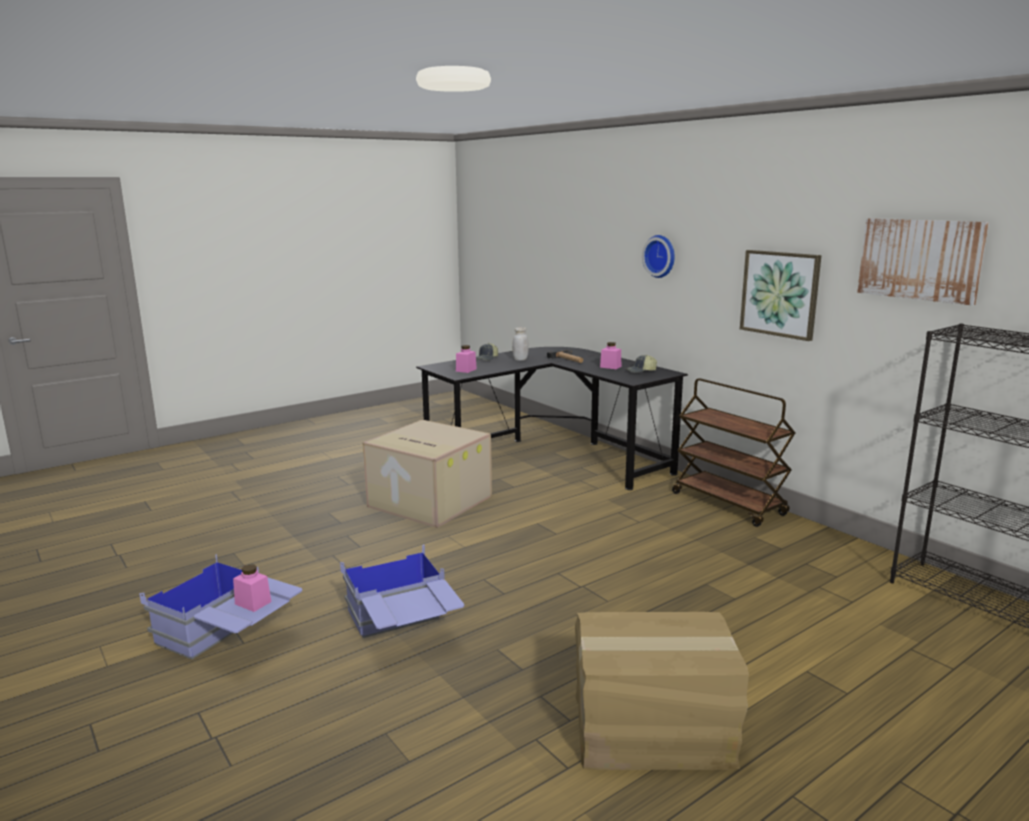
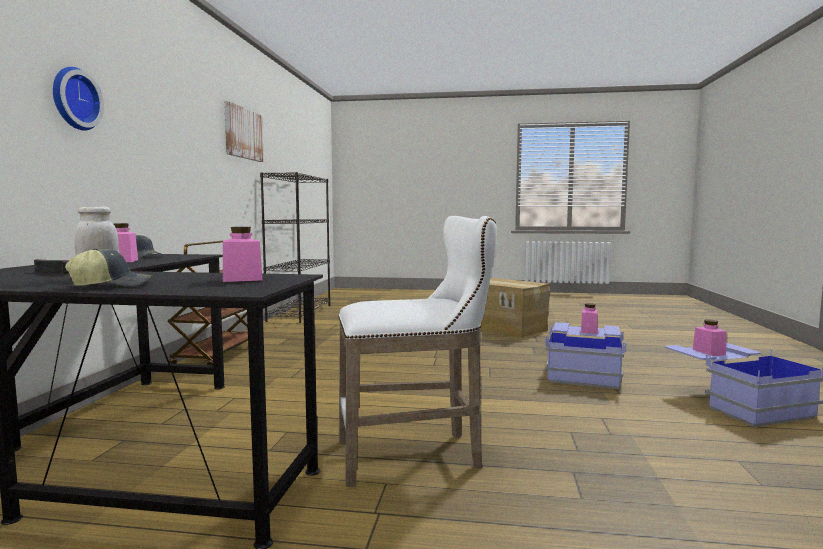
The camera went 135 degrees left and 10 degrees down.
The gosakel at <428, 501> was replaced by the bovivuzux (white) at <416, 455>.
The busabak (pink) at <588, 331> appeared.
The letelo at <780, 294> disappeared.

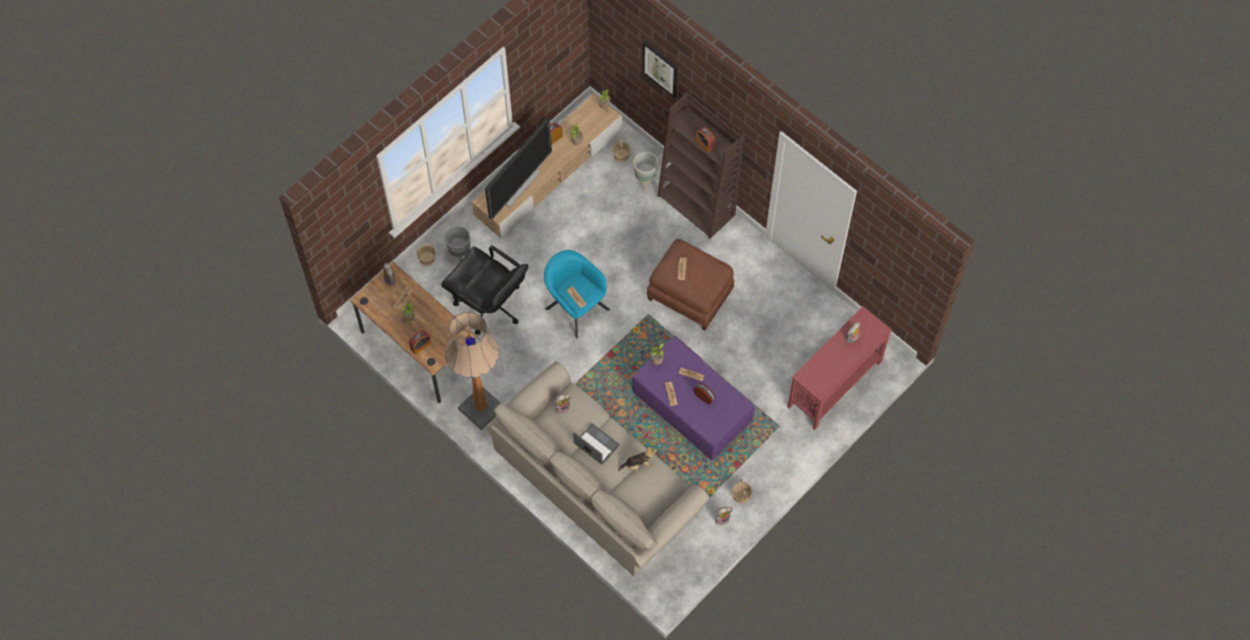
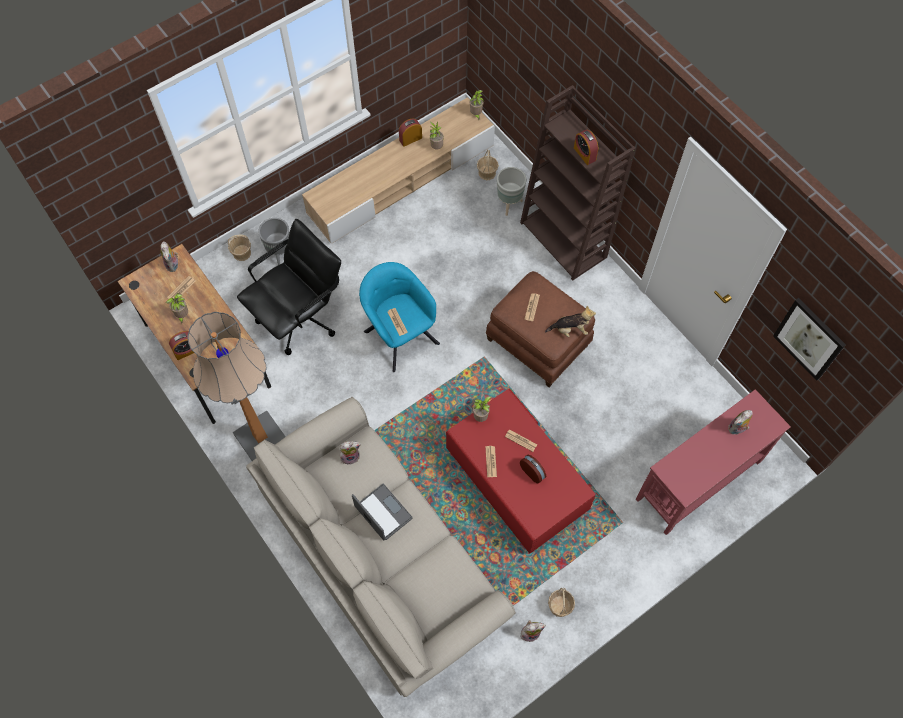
The camera went 10 degrees right and 0 degrees up.
The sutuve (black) at <489, 306> turned 90 degrees counterclockwise.
The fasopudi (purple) at <691, 407> became the fasopudi (red) at <516, 480>.
The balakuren moved from <638, 465> to <570, 329>.
The letelo moved from <661, 68> to <809, 338>.
The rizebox at <518, 186> disappeared.

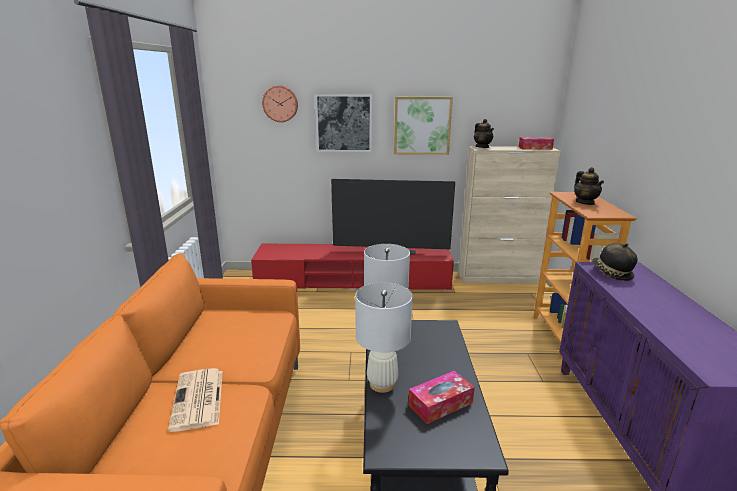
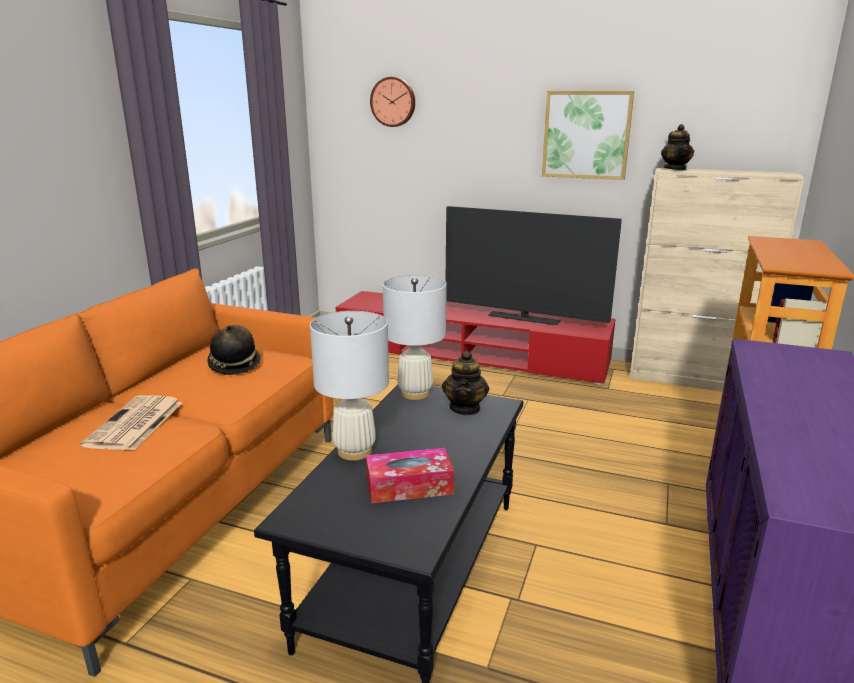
The camera went 20 degrees right and 0 degrees up.
The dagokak moved from <611, 273> to <234, 365>.
The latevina moved from <585, 203> to <465, 408>.
The letelo at <344, 123> disappeared.
The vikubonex at <535, 148> disappeared.

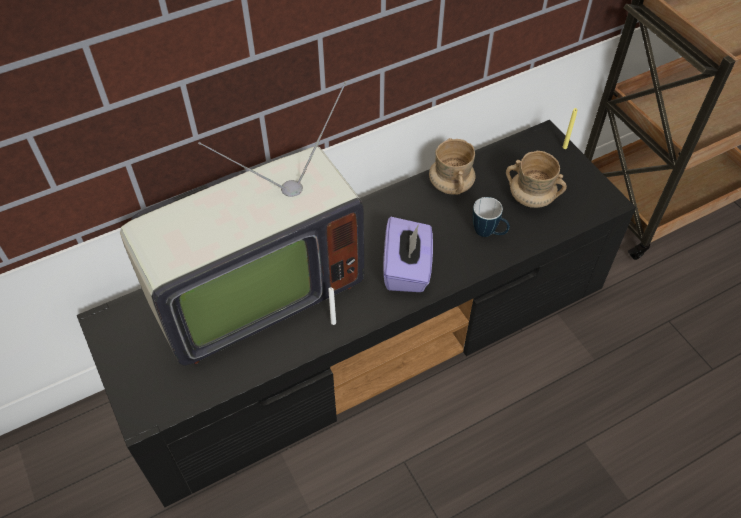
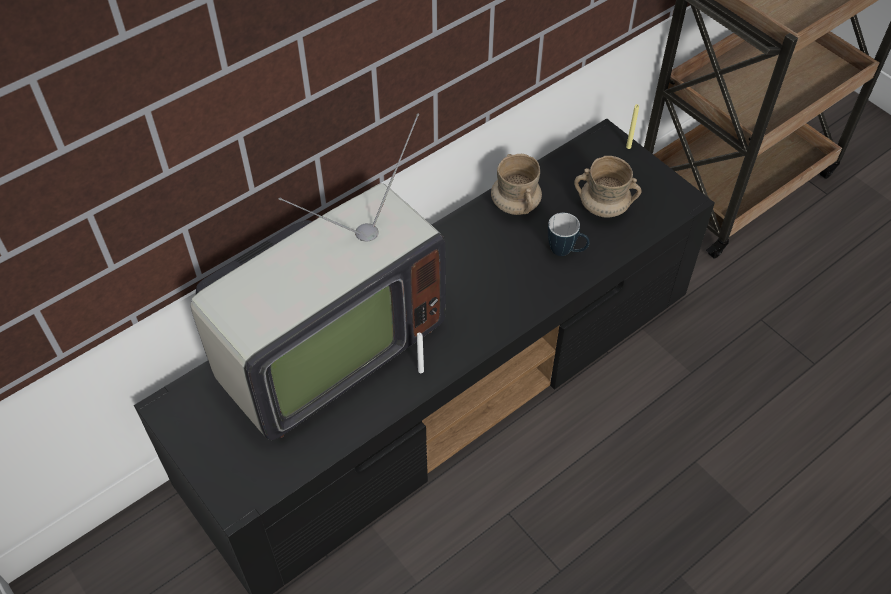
The camera went 10 degrees left and 0 degrees up.
The vikubonex (purple) at <407, 269> disappeared.

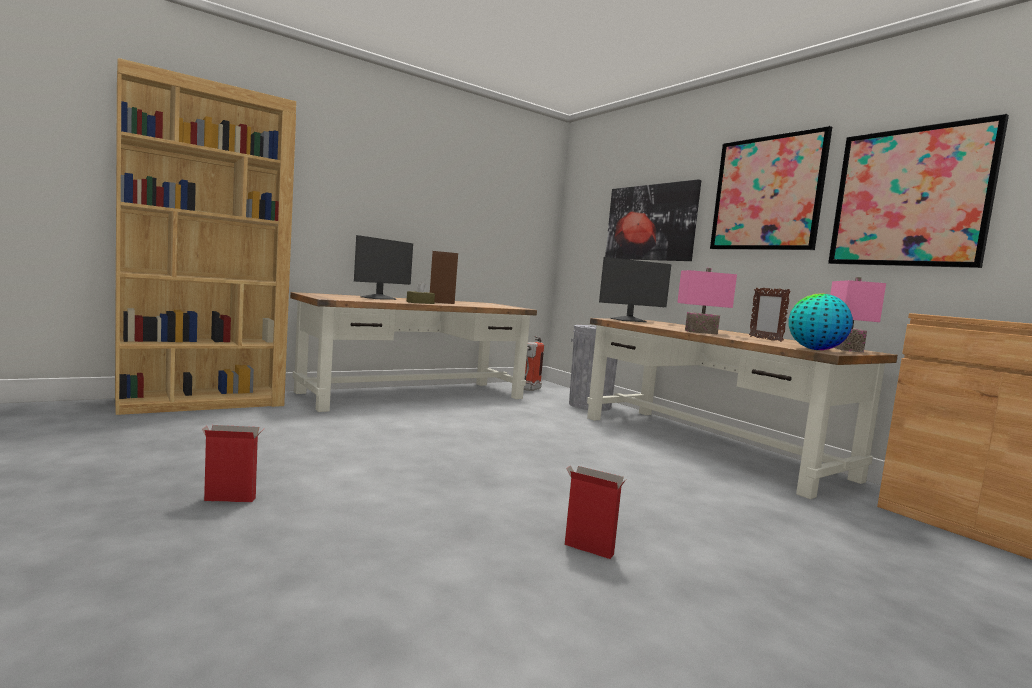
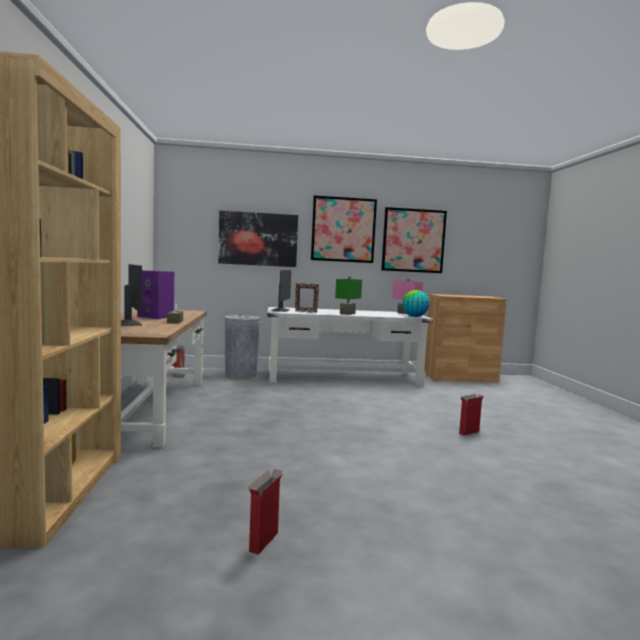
The camera went 60 degrees left and 0 degrees up.
The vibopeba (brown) at <442, 302> became the vibopeba (purple) at <156, 317>.
The gosakel moved from <231, 499> to <264, 541>.
The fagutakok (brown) at <709, 446> became the fagutakok (white) at <343, 377>.
The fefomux moved from <765, 339> to <306, 312>.
The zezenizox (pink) at <701, 332> became the zezenizox (green) at <348, 314>.

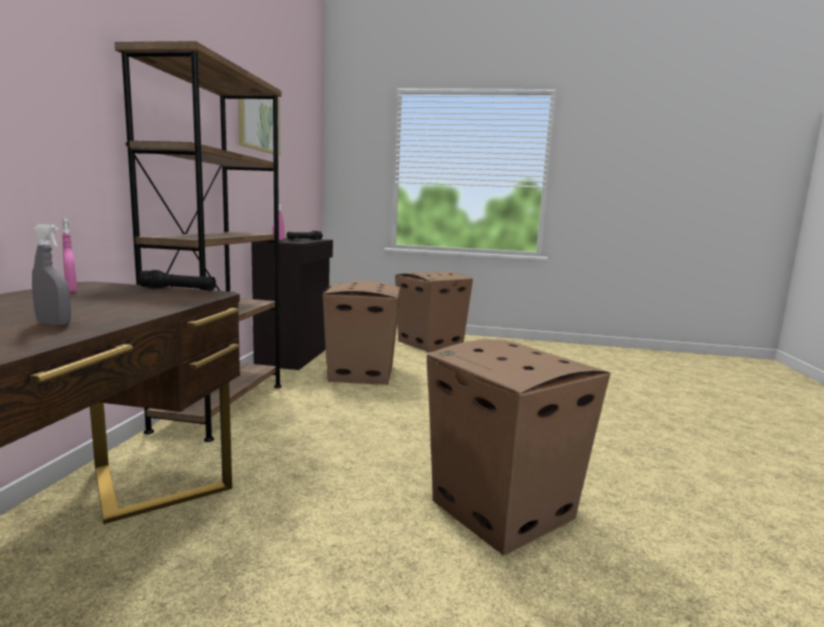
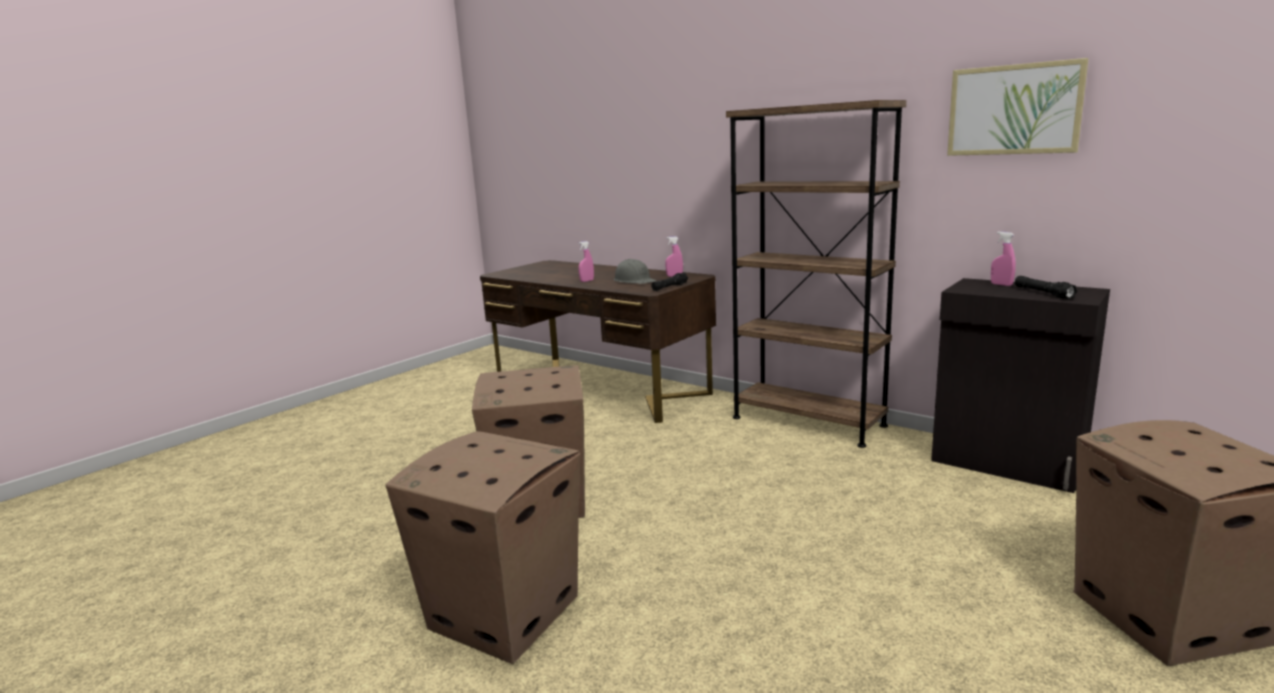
The camera went 120 degrees right and 5 degrees up.
The gosakel moved from <361, 374> to <502, 612>.
The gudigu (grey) at <54, 324> became the gudigu (pink) at <587, 281>.
The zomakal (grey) at <634, 281> appeared.

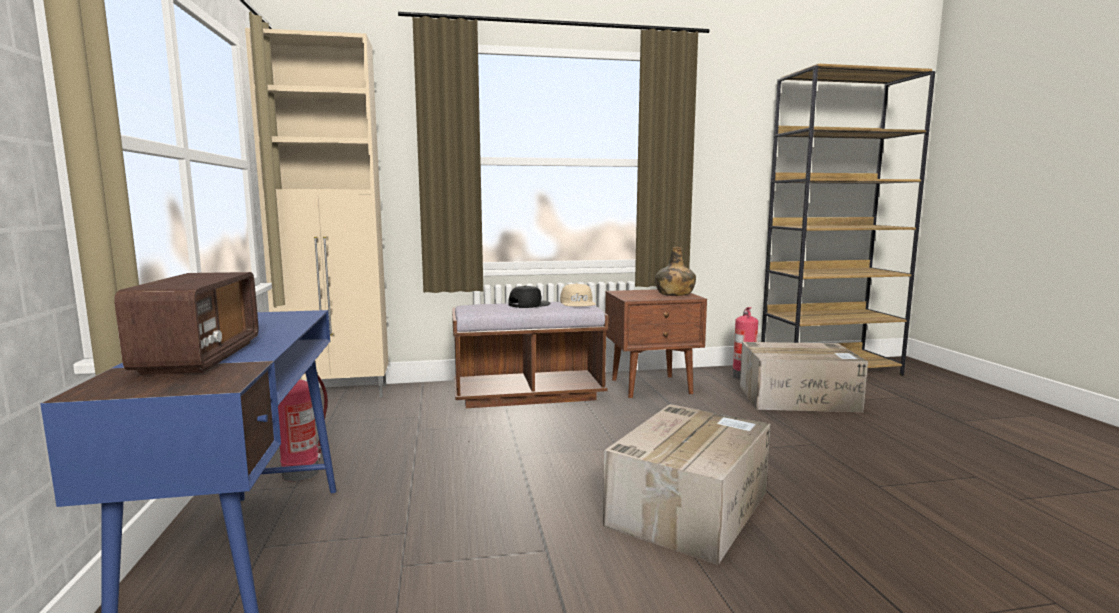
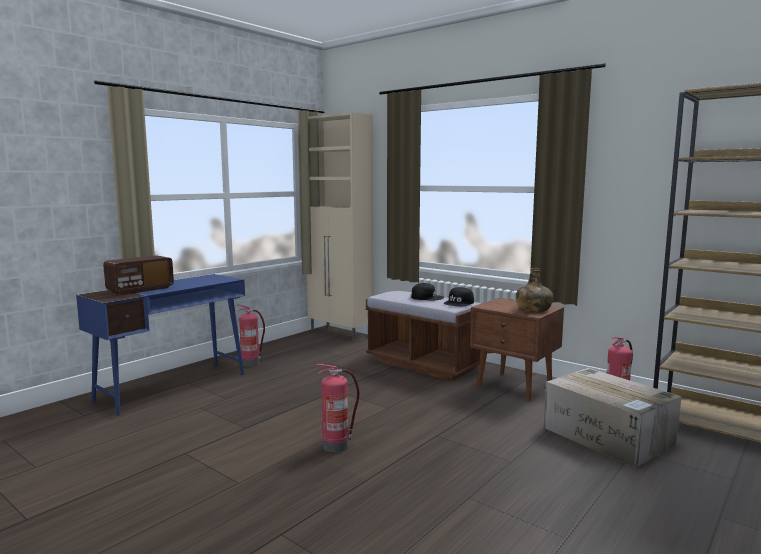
The camera went 50 degrees right and 0 degrees up.
The gosakel at <689, 507> was replaced by the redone at <337, 446>.
The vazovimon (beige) at <578, 303> became the vazovimon (black) at <459, 303>.

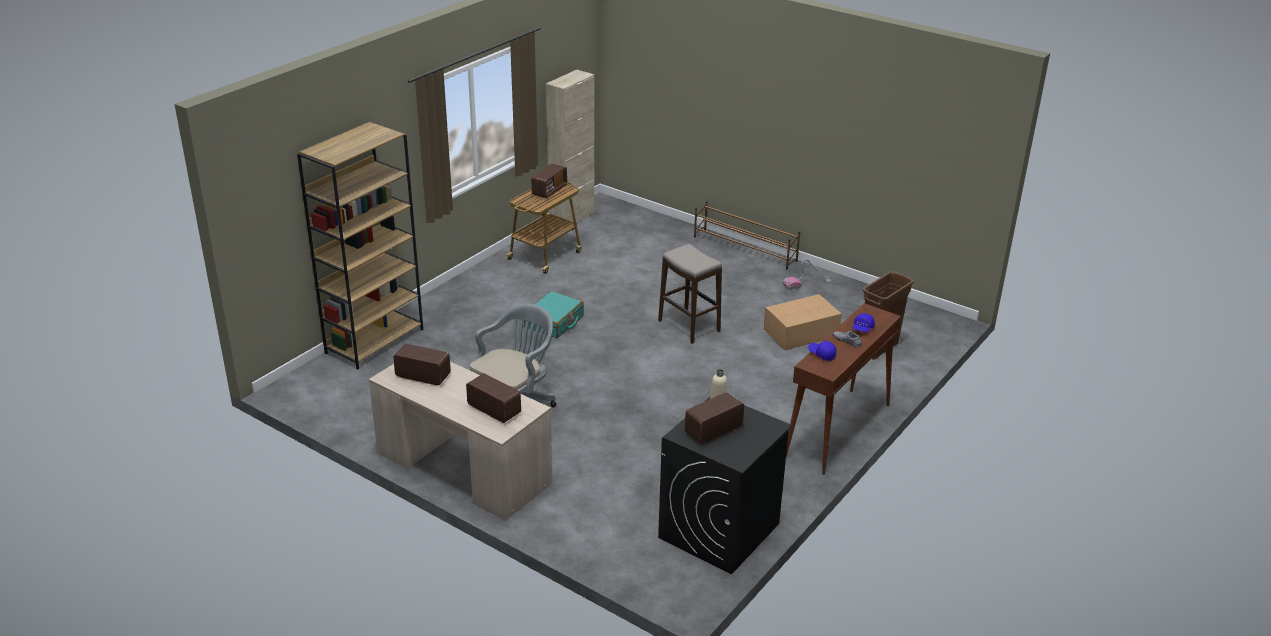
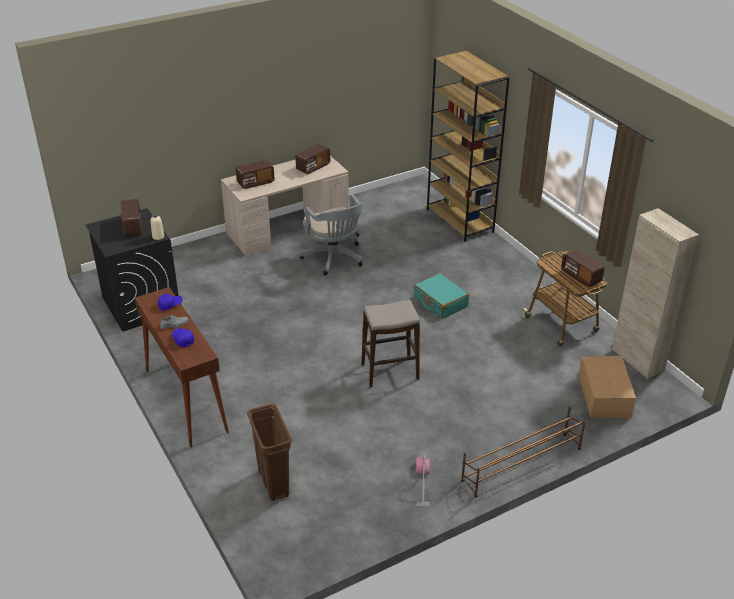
The camera went 115 degrees right and 5 degrees up.
The gosakel moved from <802, 333> to <604, 397>.

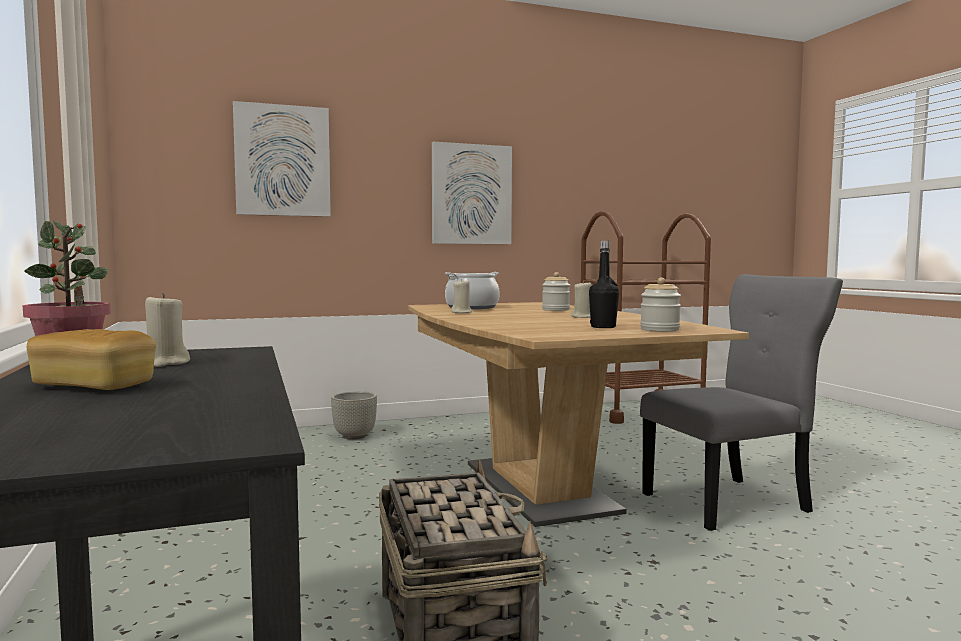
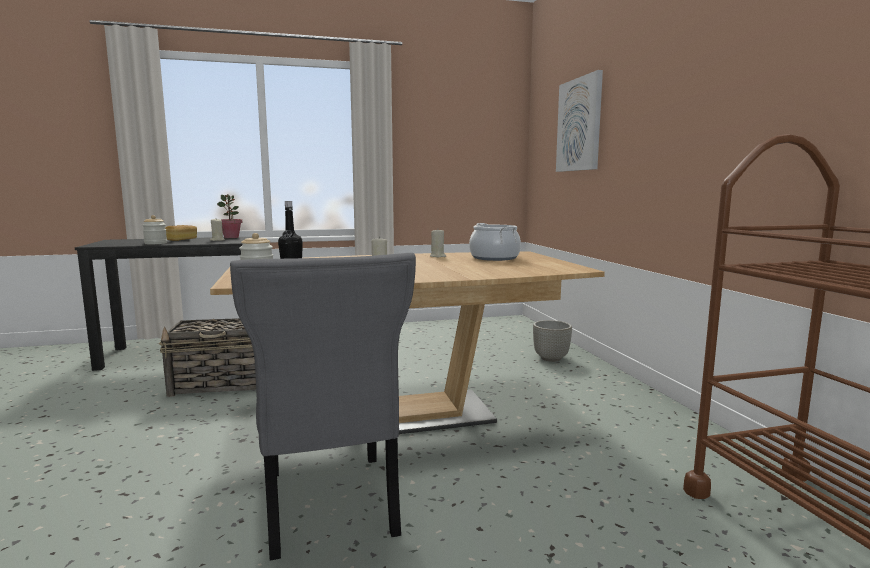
The camera went 95 degrees right and 5 degrees up.
The busabak moved from <555, 310> to <155, 243>.
The letelo at <471, 194> disappeared.

